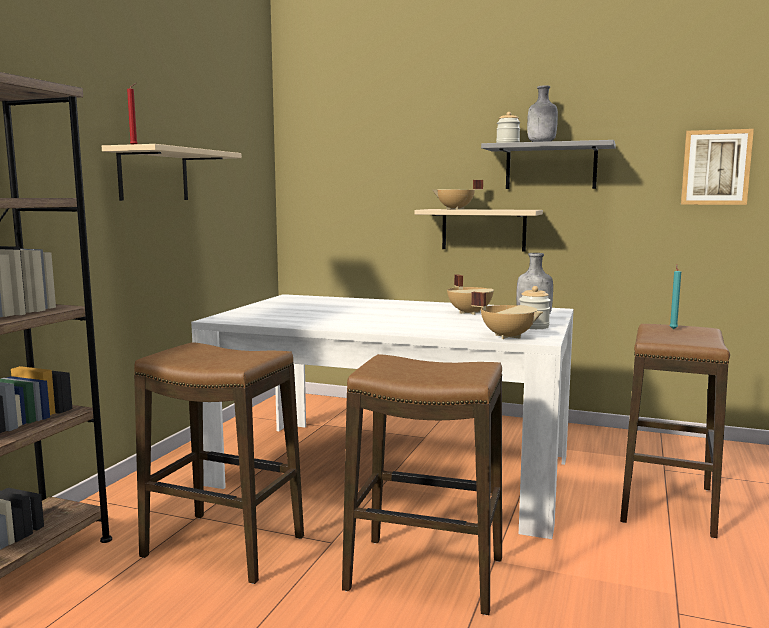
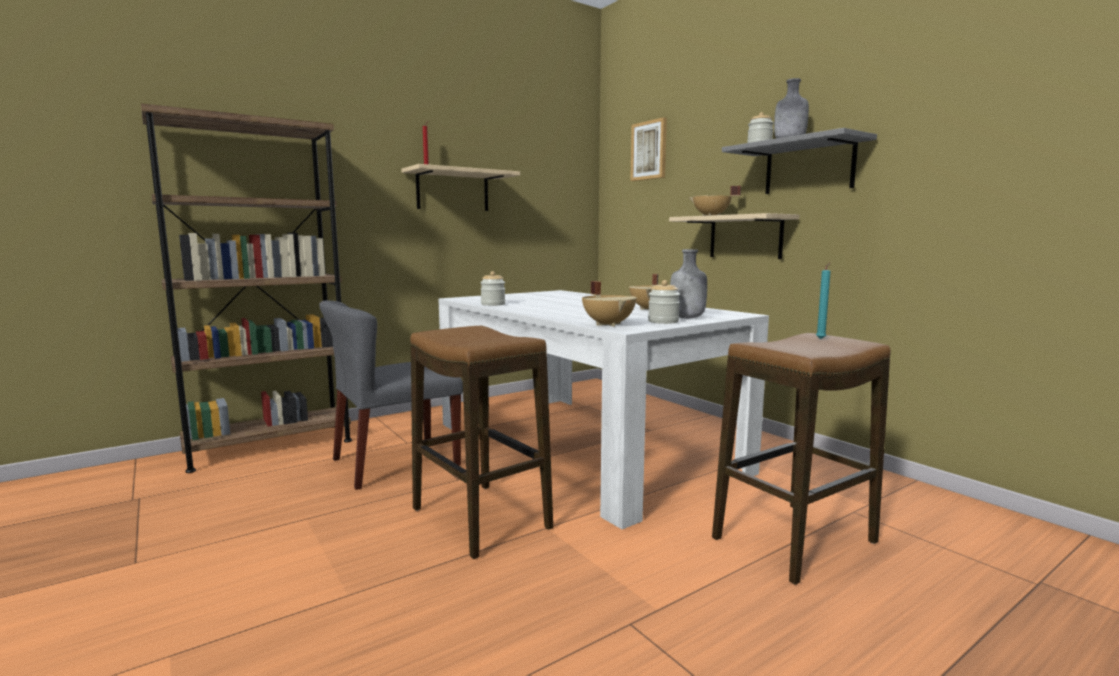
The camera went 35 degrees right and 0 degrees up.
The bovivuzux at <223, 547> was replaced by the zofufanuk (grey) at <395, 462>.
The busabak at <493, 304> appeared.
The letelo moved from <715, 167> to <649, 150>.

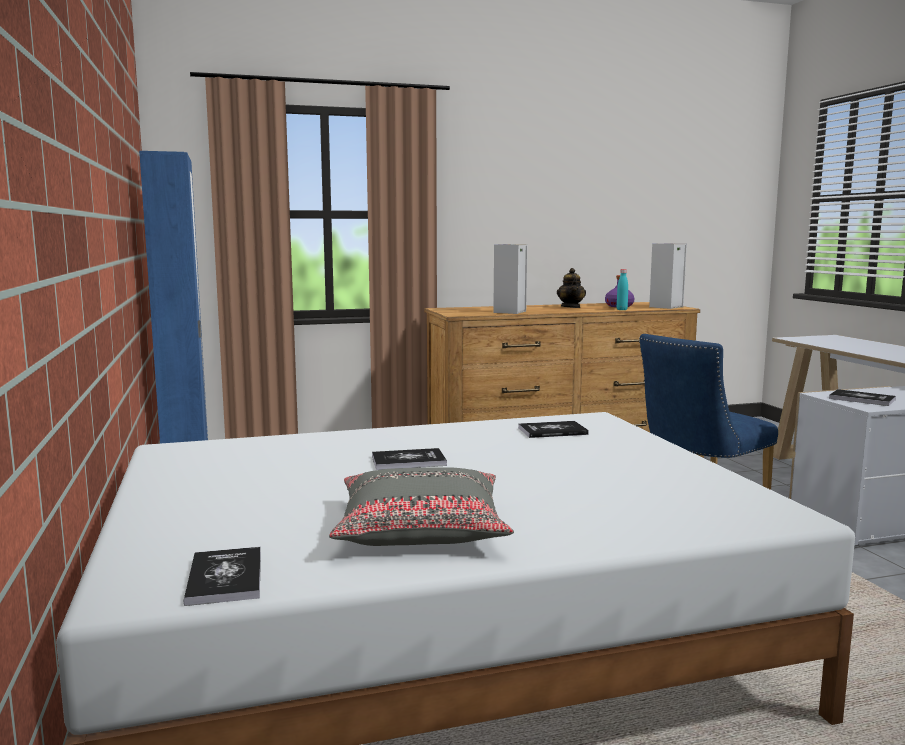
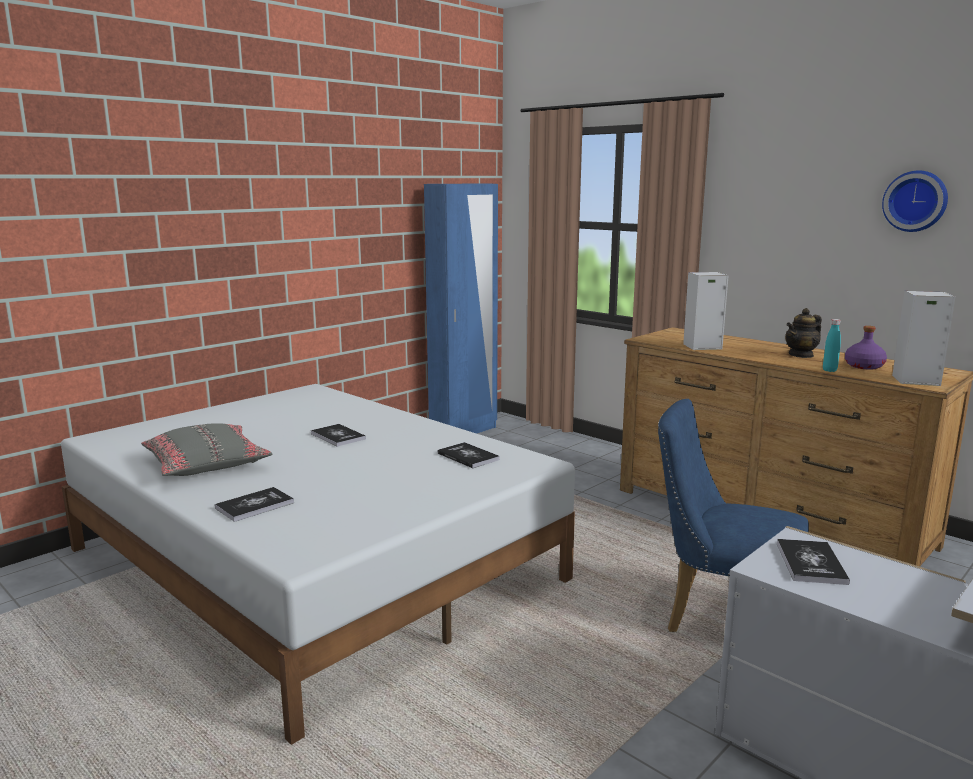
The camera went 60 degrees right and 5 degrees up.
The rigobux moved from <225, 577> to <255, 505>.
The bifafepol at <916, 201> appeared.

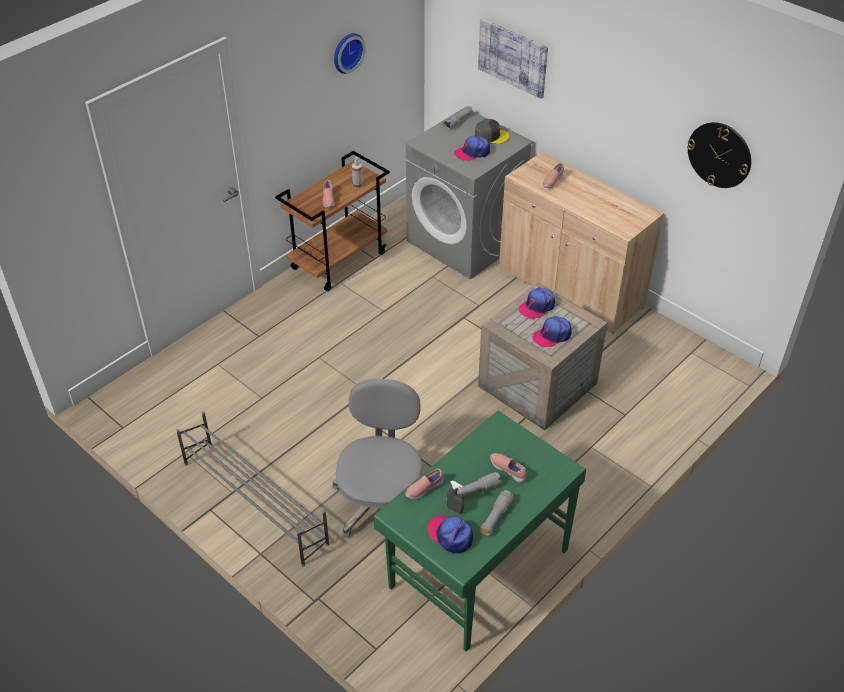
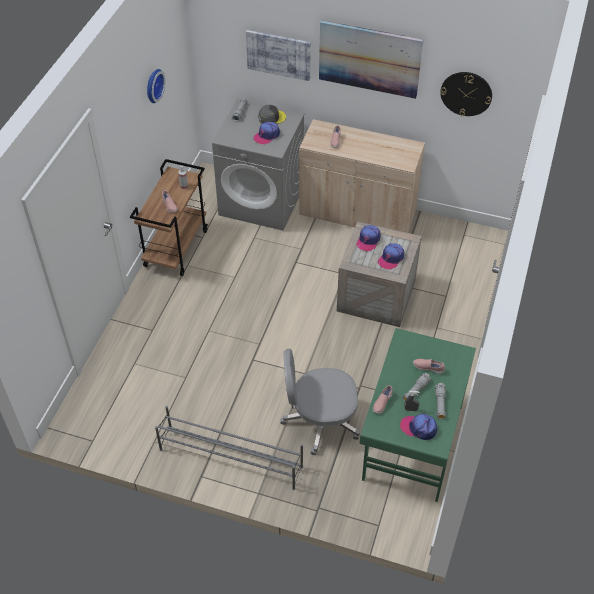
The camera went 25 degrees left and 5 degrees up.
The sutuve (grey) at <381, 501> turned 75 degrees counterclockwise.
The letelo at <369, 58> appeared.

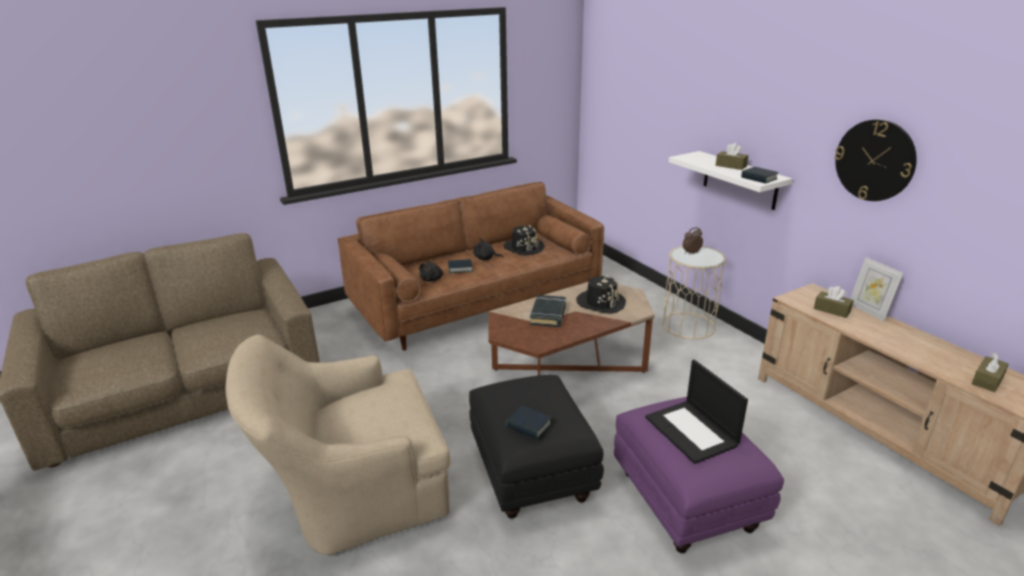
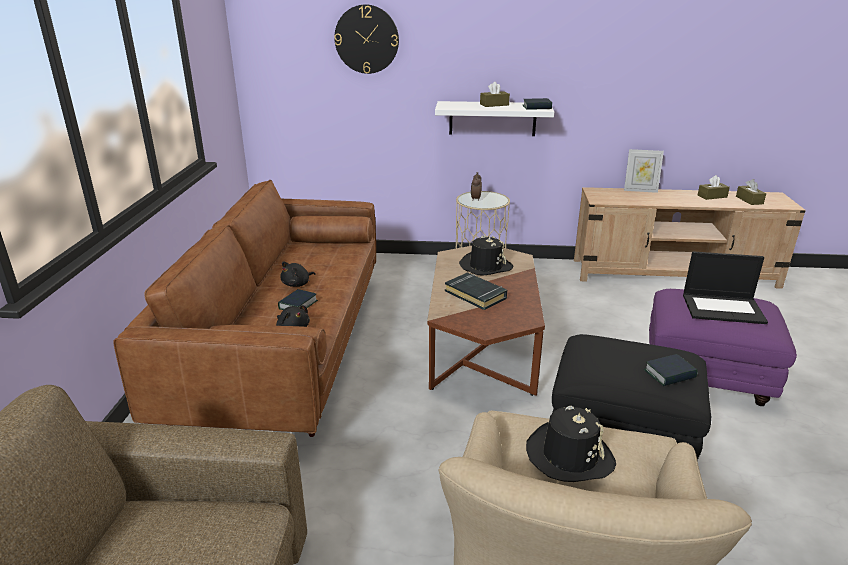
The camera went 55 degrees left and 0 degrees up.
The bifafepol moved from <875, 160> to <366, 39>.
The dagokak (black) moved from <523, 248> to <569, 455>.
The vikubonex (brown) moved from <831, 310> to <712, 196>.

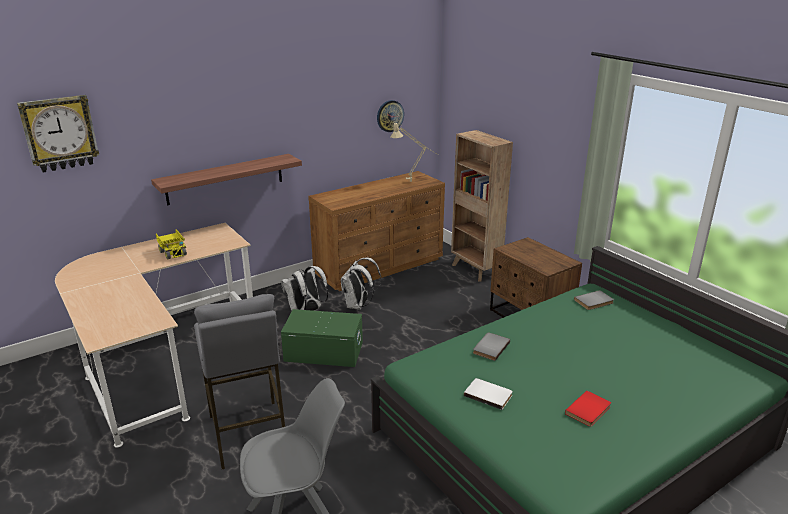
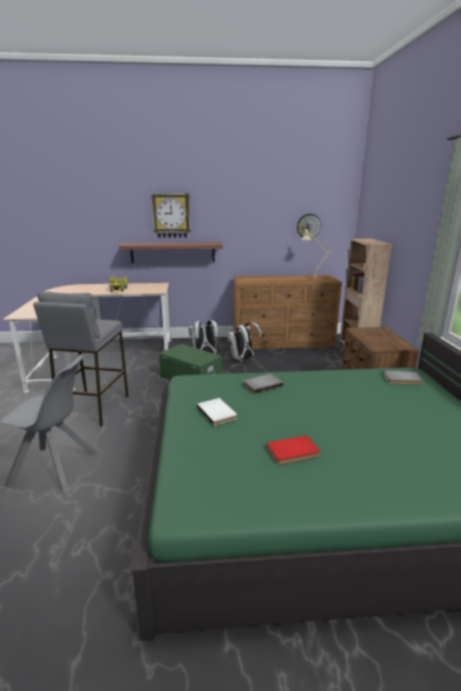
The camera went 30 degrees right and 5 degrees down.
The bifafepol moved from <60, 133> to <171, 215>.

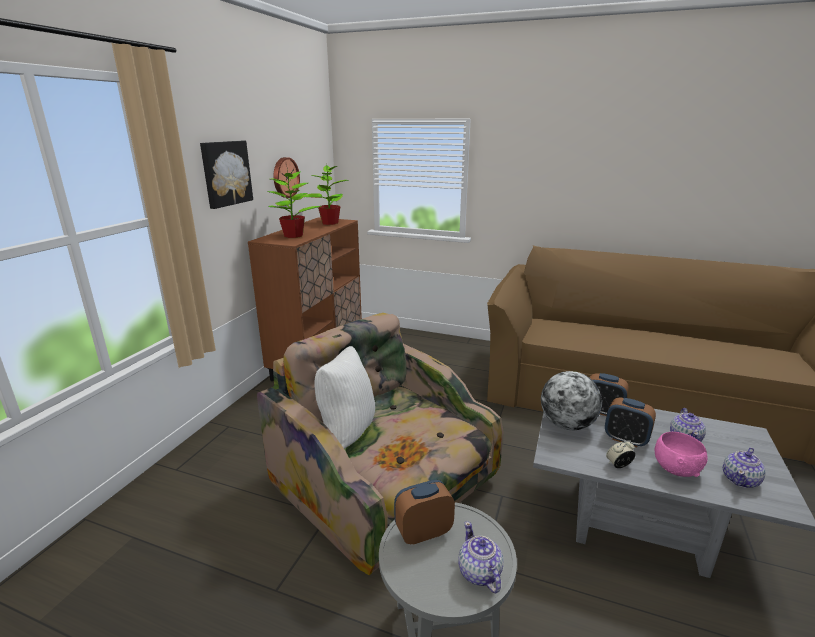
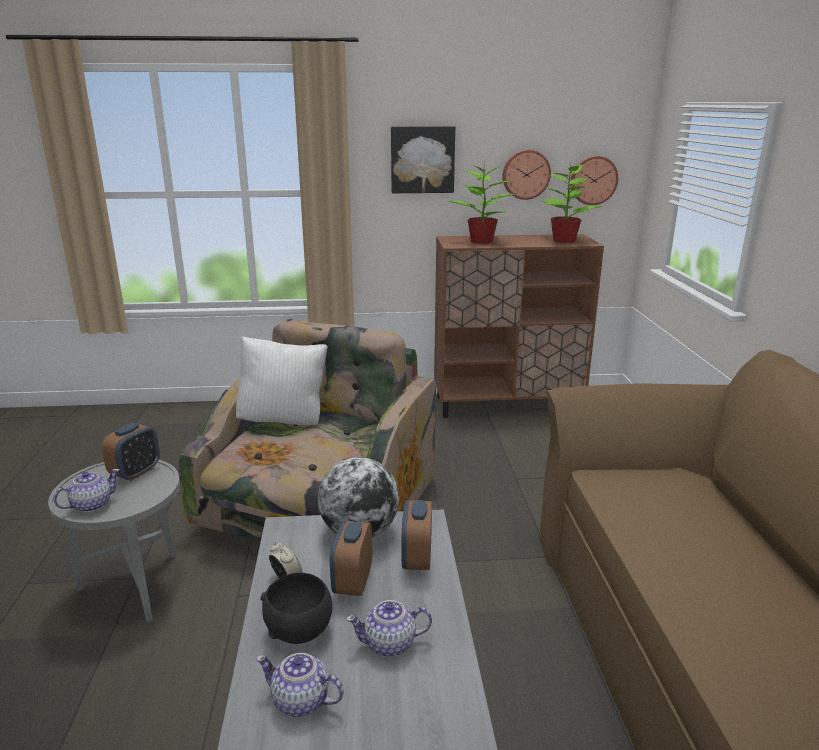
The camera went 65 degrees right and 0 degrees up.
The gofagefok at <423, 532> turned 75 degrees clockwise.
The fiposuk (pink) at <676, 469> became the fiposuk (black) at <300, 630>.
The bifafepol at <593, 180> appeared.

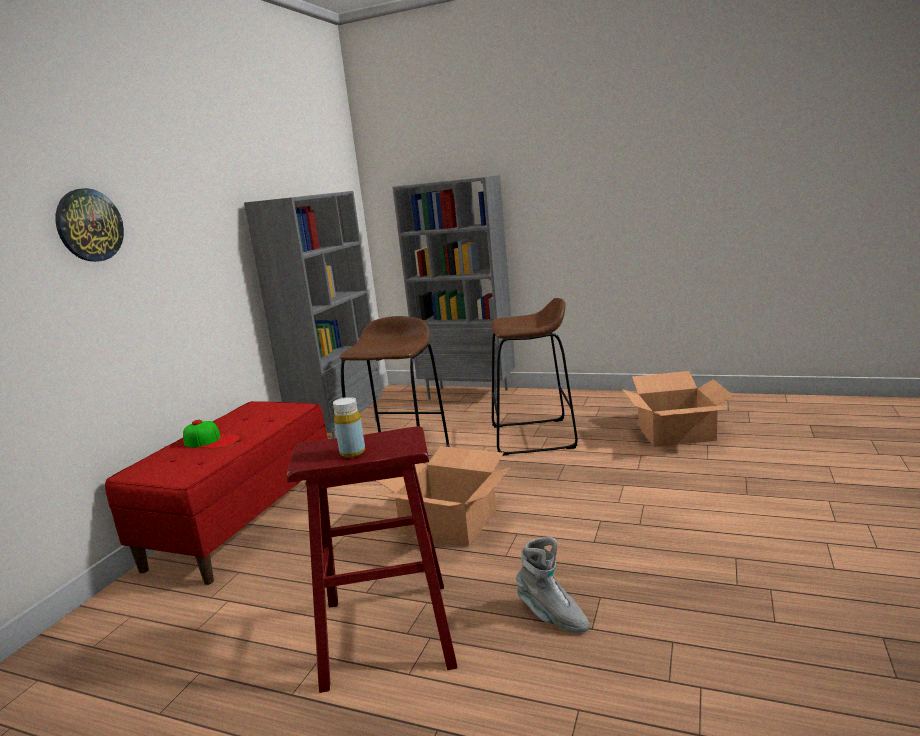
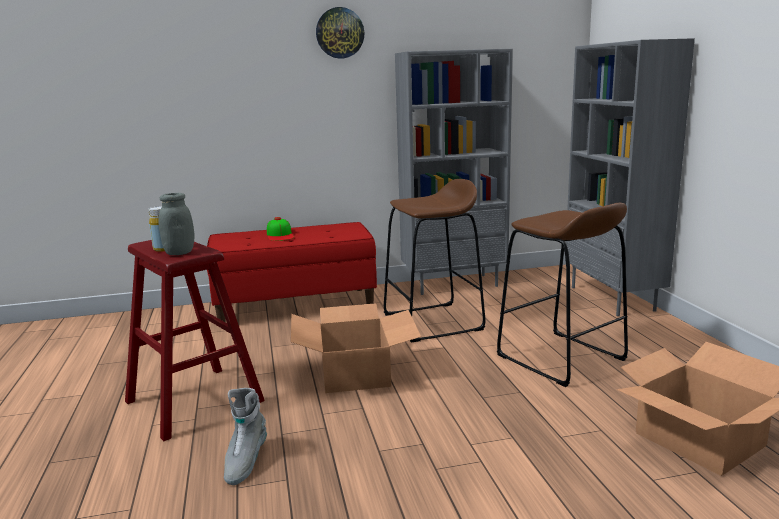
The camera went 55 degrees right and 0 degrees up.
The busabak (grey) at <179, 253> appeared.
The bifafepol moved from <89, 225> to <340, 33>.

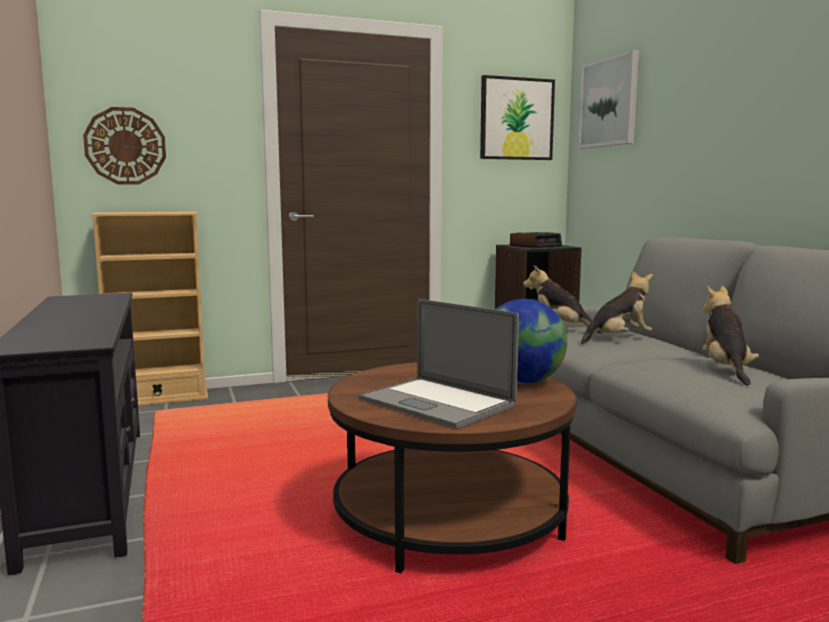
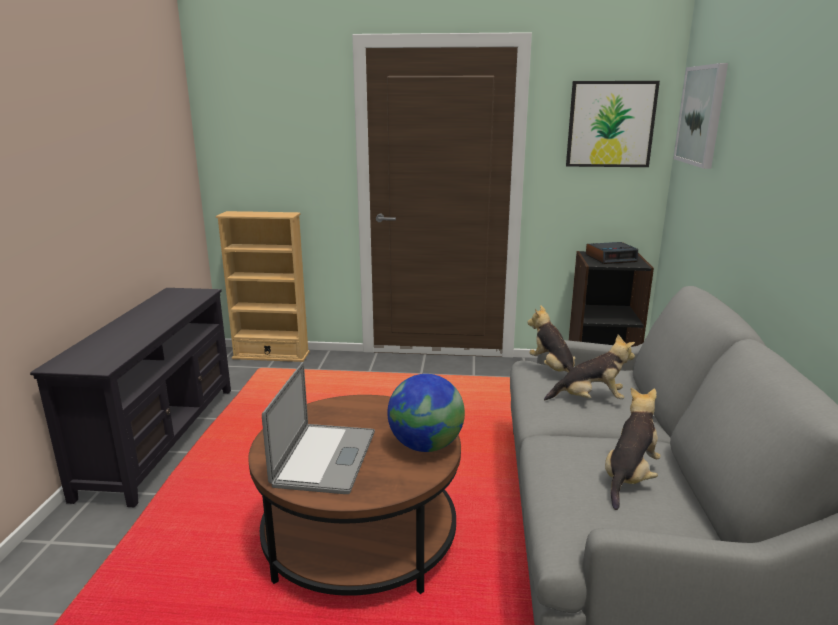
The camera went 25 degrees right and 10 degrees up.
The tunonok at <436, 403> turned 150 degrees counterclockwise.
The bifafepol at <125, 146> disappeared.

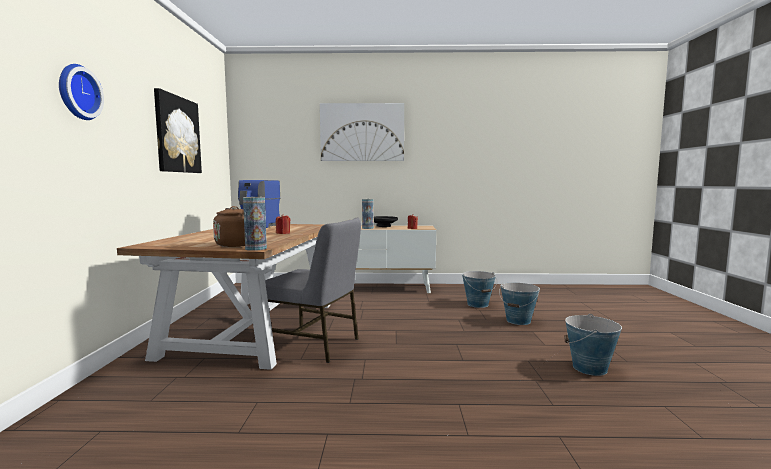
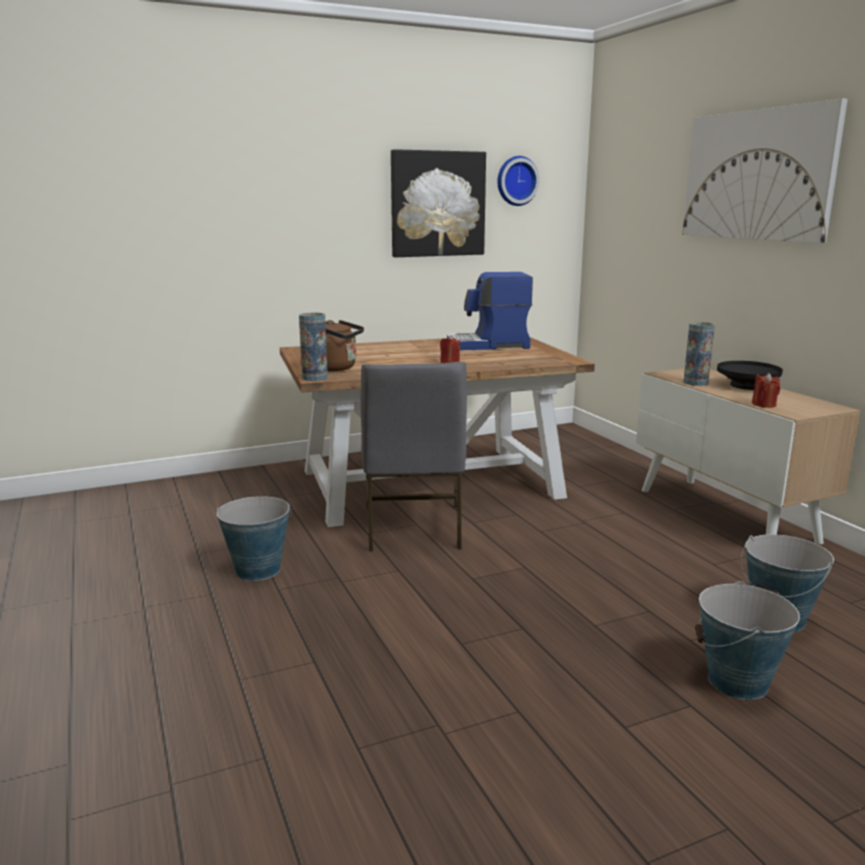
The camera went 65 degrees right and 10 degrees up.
The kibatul moved from <589, 368> to <257, 570>.
The bifafepol moved from <76, 92> to <516, 181>.

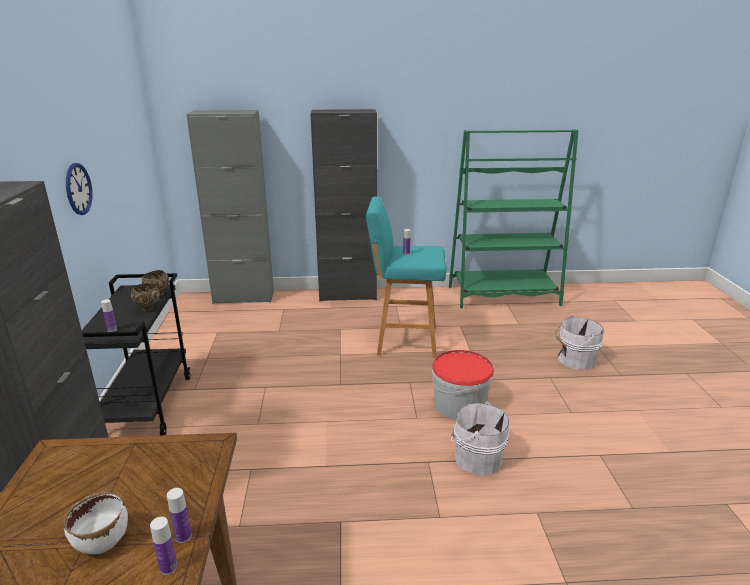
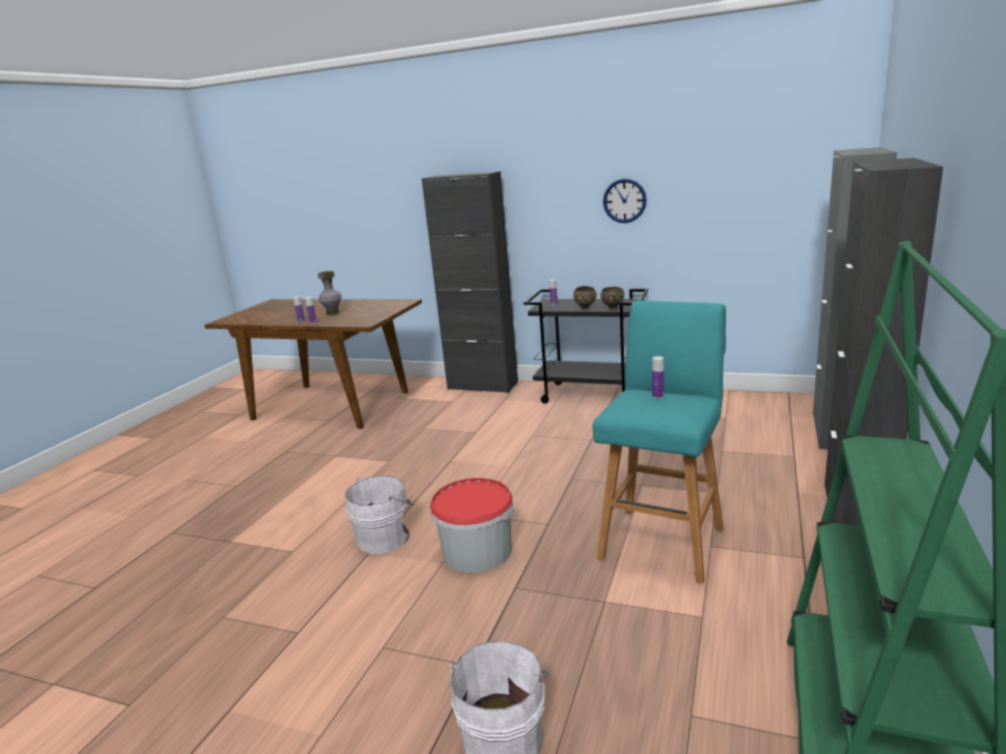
The camera went 115 degrees right and 5 degrees down.
The fiposuk (white) at <102, 541> was replaced by the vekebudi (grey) at <333, 313>.

